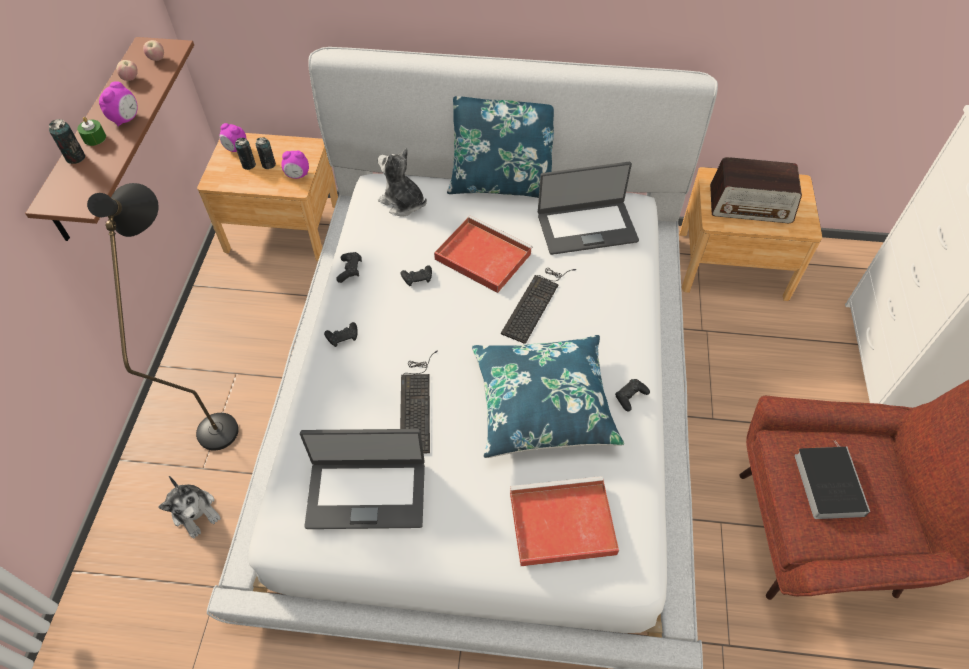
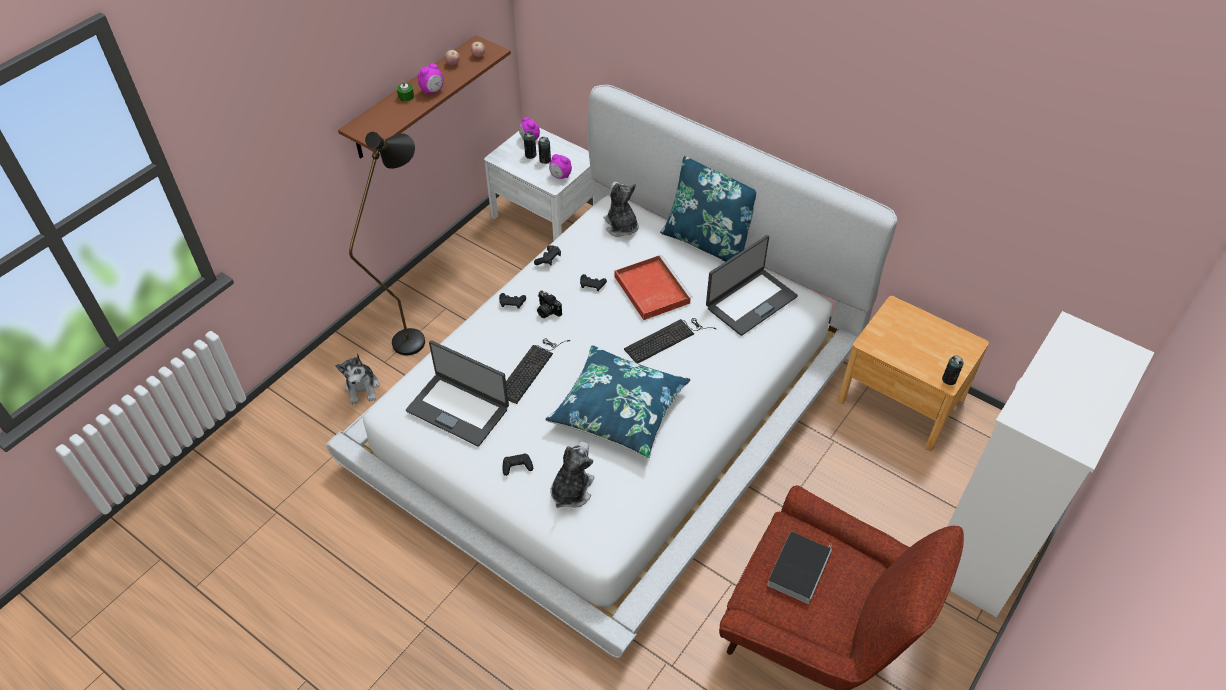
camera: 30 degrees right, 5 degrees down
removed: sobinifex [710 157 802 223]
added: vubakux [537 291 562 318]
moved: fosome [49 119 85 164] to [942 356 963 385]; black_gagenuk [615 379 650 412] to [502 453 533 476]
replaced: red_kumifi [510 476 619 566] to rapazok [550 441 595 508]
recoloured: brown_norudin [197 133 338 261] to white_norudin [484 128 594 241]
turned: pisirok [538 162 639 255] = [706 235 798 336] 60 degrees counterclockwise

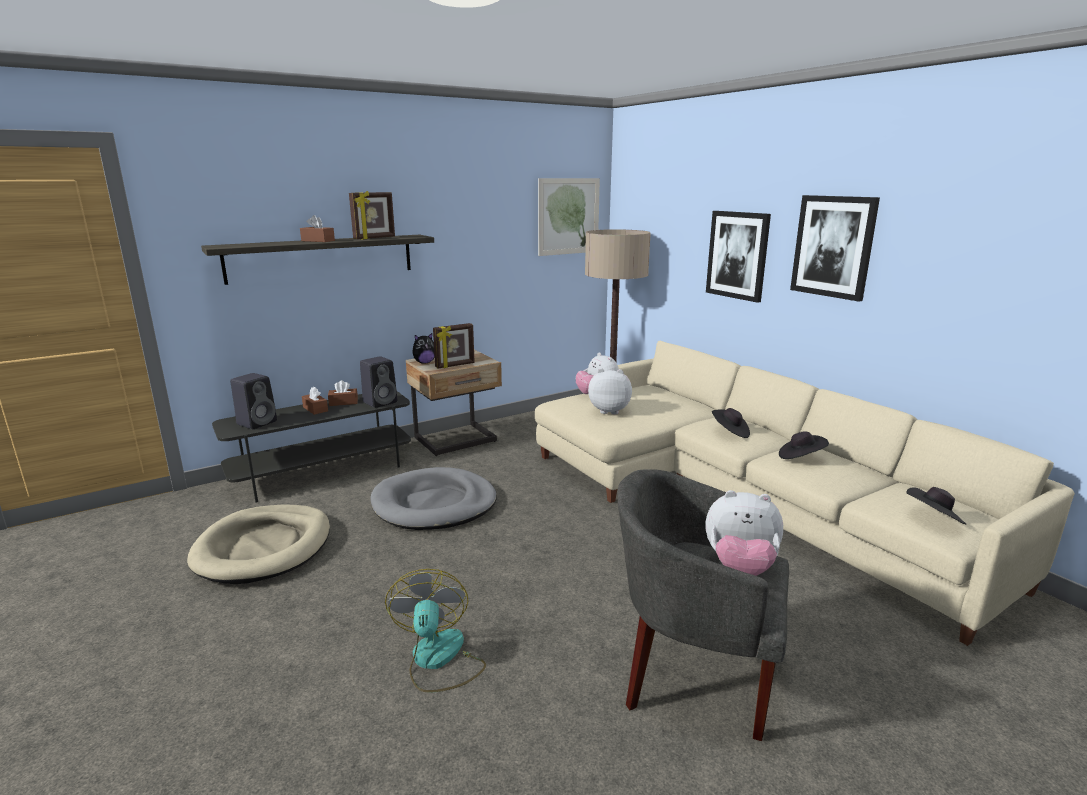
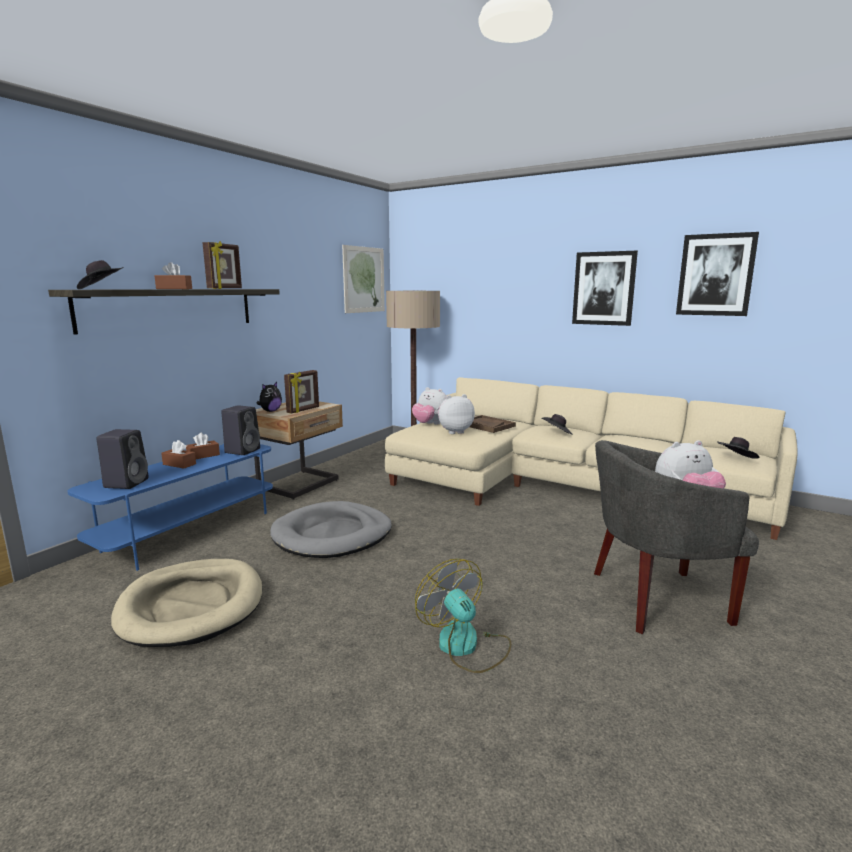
camera: 25 degrees left, 5 degrees down
added: brown_kumifi [470 415 516 433]
moved: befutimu [706 211 771 303] to [676 232 759 316]; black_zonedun [779 431 829 459] to [77 260 124 289]
recoloured: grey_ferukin [212 391 411 503] to blue_ferukin [68 444 273 571]

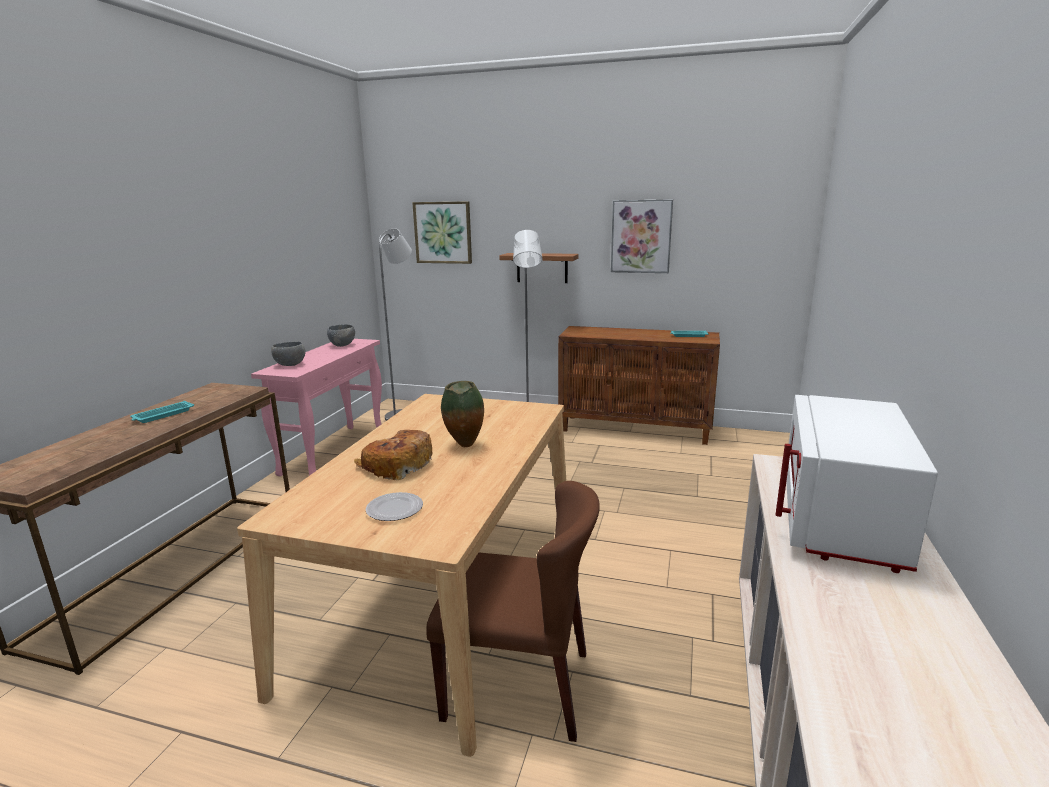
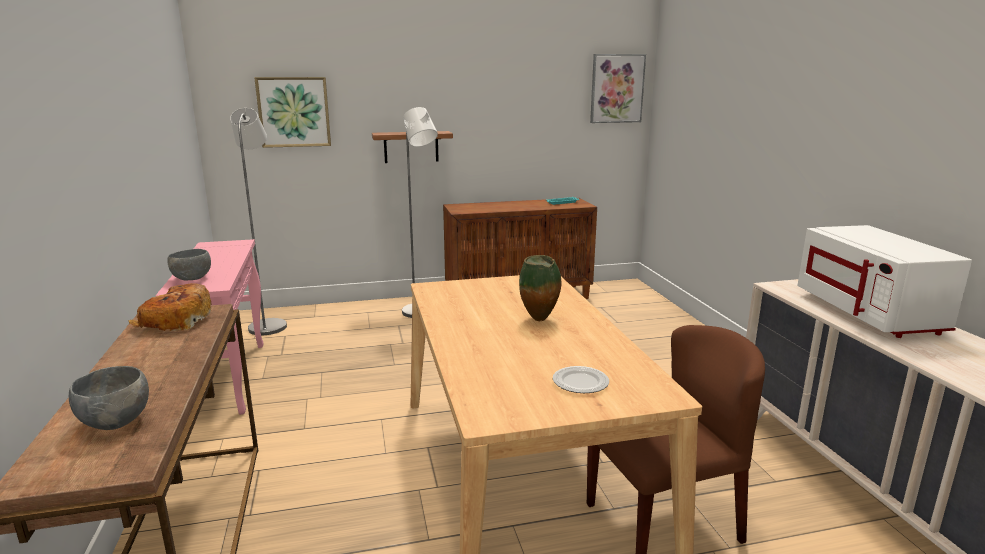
camera: 30 degrees left, 0 degrees up
removed: turquoise_kumifi [130 401 194 423]
moved: befutimu [611 199 673 273] to [590 54 646 123]; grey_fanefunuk [327 324 355 347] to [69 366 149 430]; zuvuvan [354 430 432 480] to [128 283 212 331]

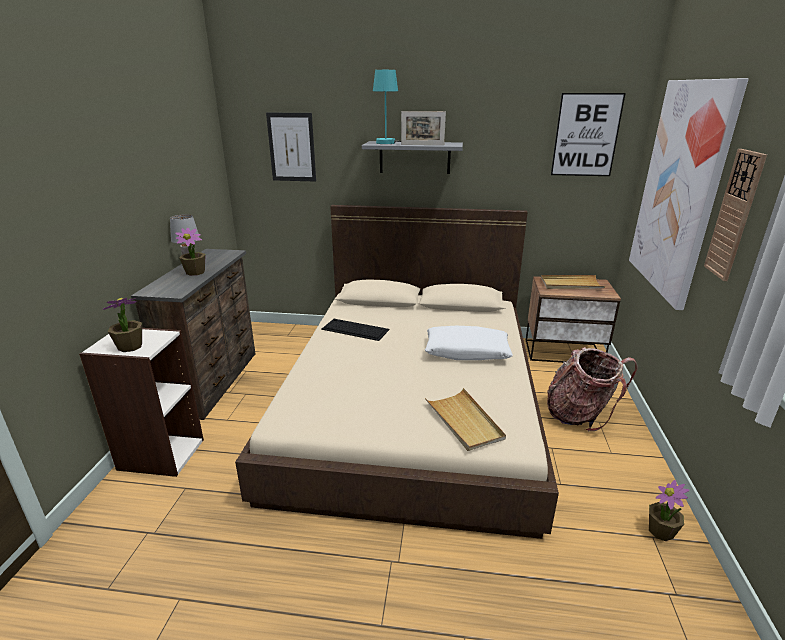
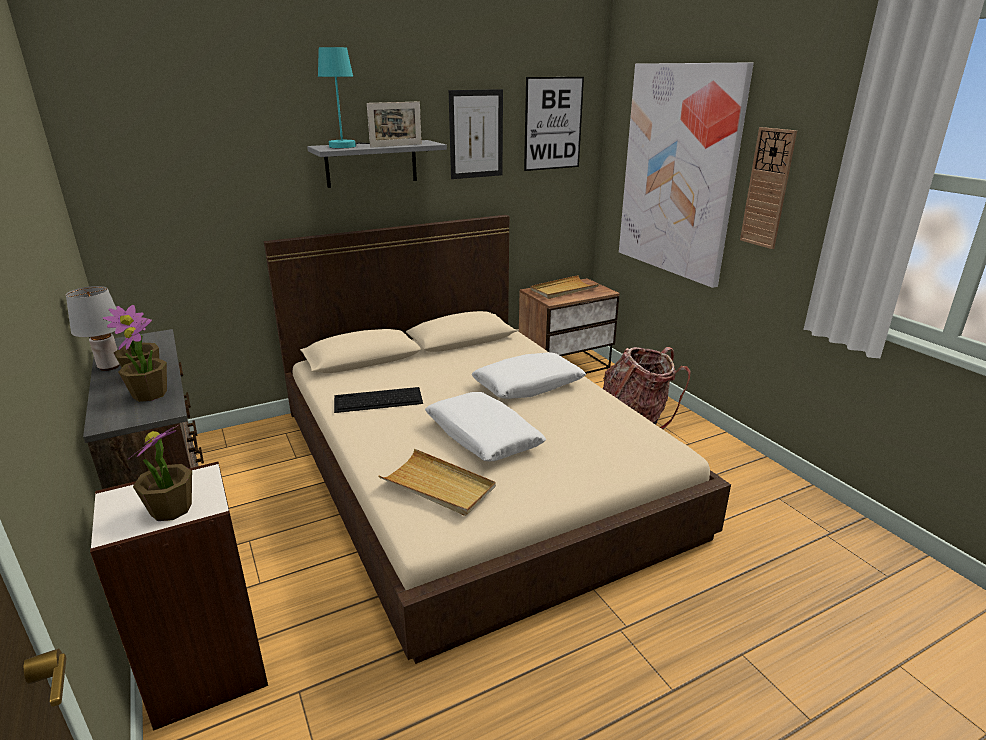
camera: 35 degrees left, 0 degrees up
added: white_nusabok [425 392 546 461]
moved: befutimu [266 113 316 182] to [449 89 503 179]; beige_kumifi [425 388 506 451] to [378 449 496 516]; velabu [649 480 689 541] to [118 319 167 402]

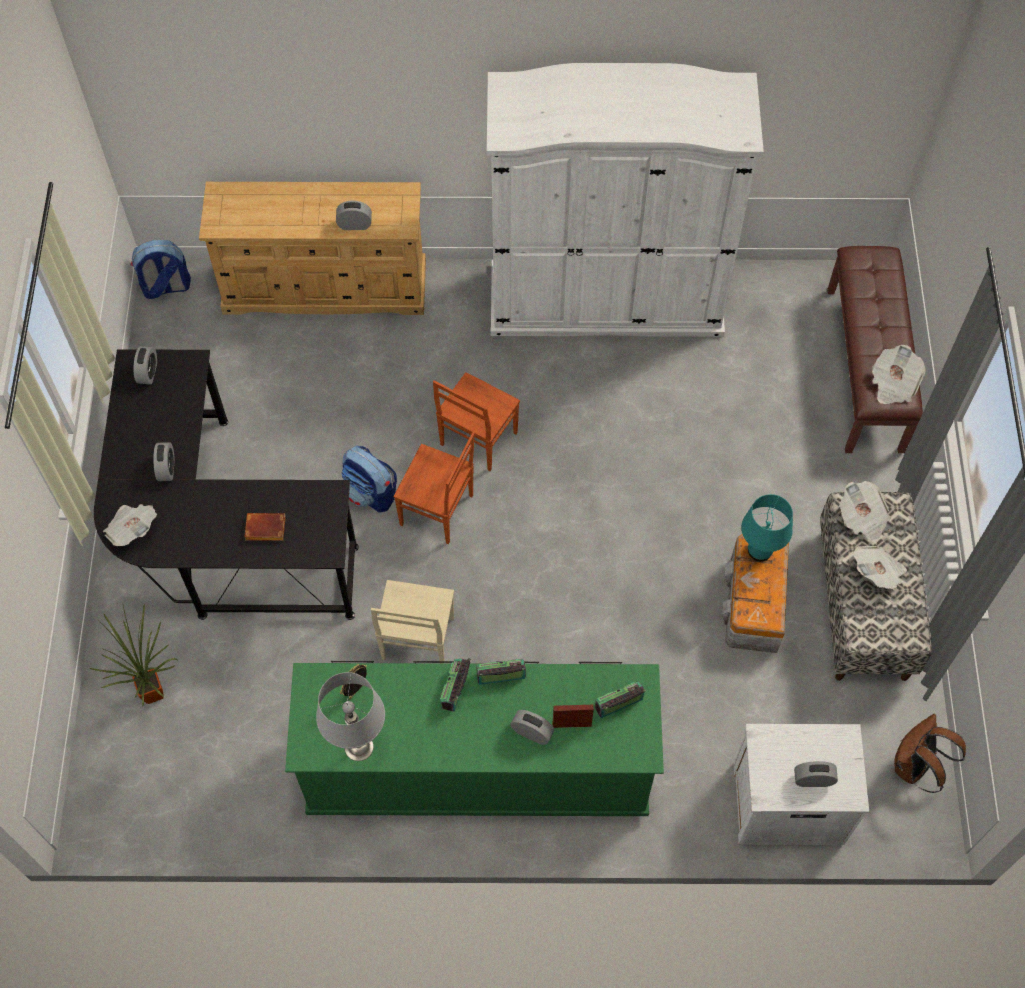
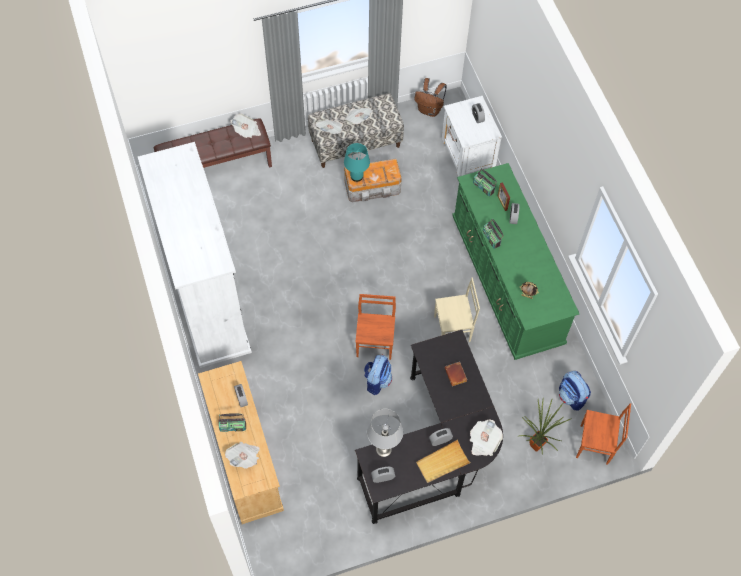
camera: 110 degrees left, 0 degrees up
added: beige_kumifi [416 440 470 483]; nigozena [225 442 260 469]
moved: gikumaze [131 240 191 299] to [559 371 591 411]; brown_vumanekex [433 372 520 471] to [576 403 631 465]; sobinifex [440 658 471 712] to [218 413 246 432]; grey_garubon [316 672 385 761] to [367 409 403 457]

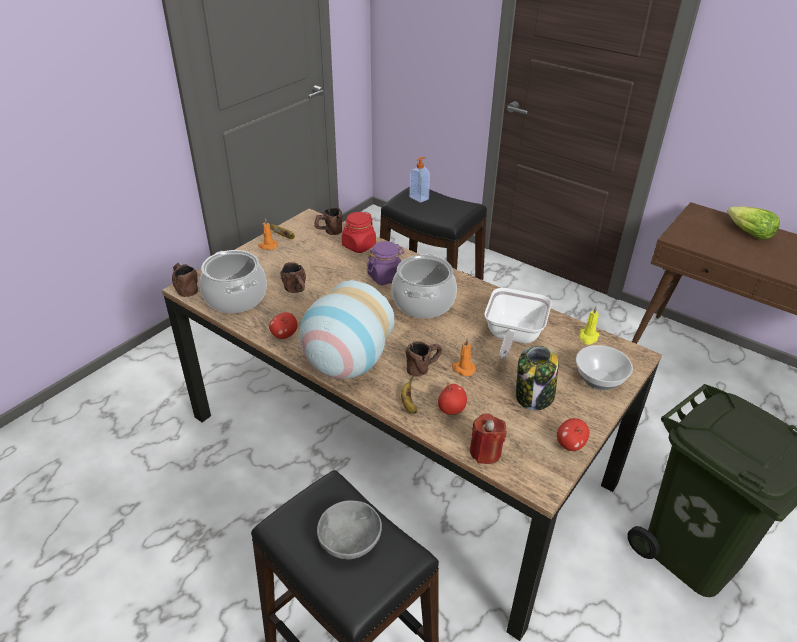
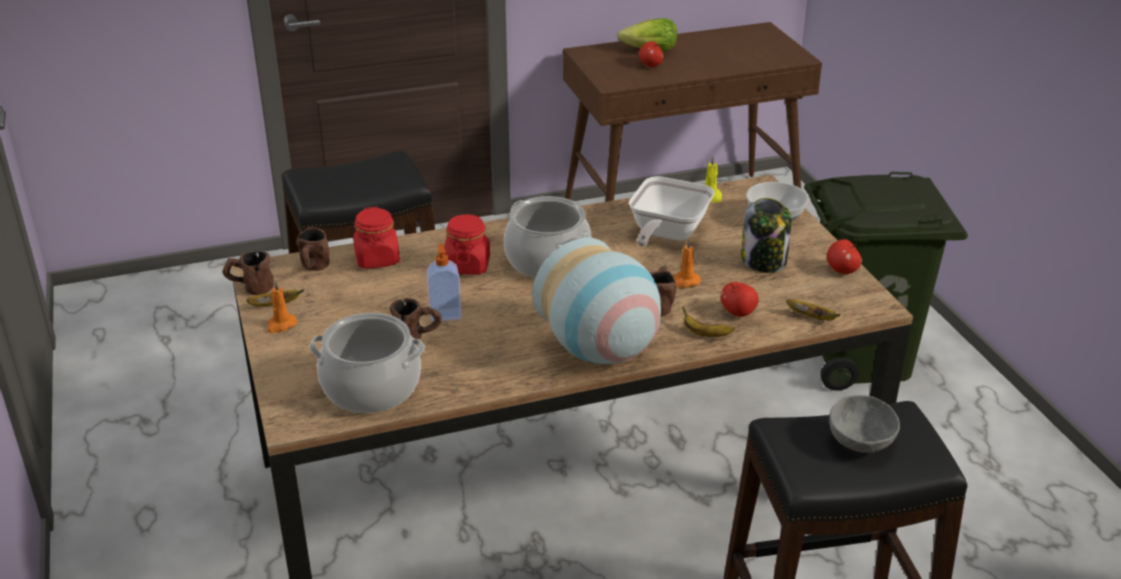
camera: 55 degrees left, 5 degrees down
moved: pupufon [409 157 430 203] to [427 244 462 322]; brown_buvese [172 263 198 297] to [222 251 274 295]; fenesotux [269 312 297 339] to [639 41 663 67]
replaced: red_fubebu [470 413 507 464] to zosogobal [786 299 841 320]
recoloured: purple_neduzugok [367 241 404 285] to red_neduzugok [444 214 490 275]
turned: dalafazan [485 288 551 359] = [629 176 715 247] 60 degrees clockwise

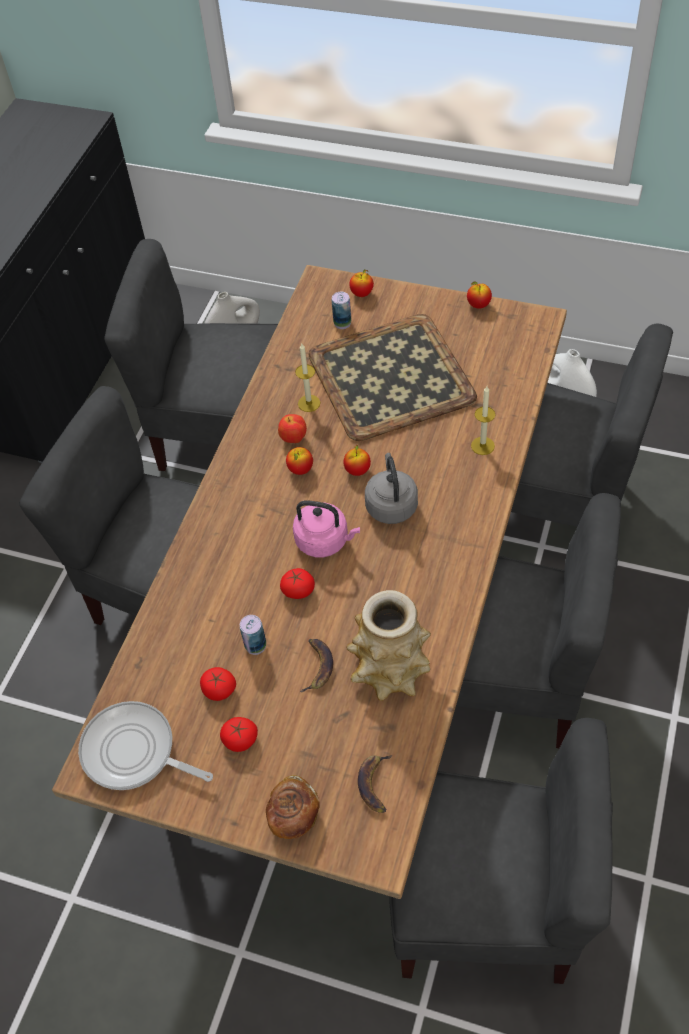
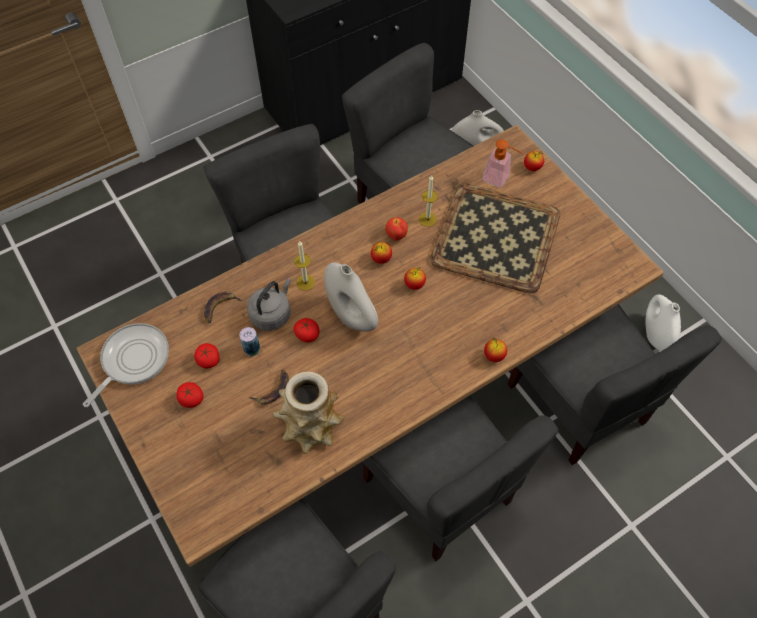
camera: 35 degrees right, 5 degrees up
removed: zuvuvan [266 775 320 839]
moved: fenesotux [467 281 492 309] to [484 338 507 362]; fubebu [471 386 496 455] to [294 241 315 291]; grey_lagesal [365 453 418 524] to [247 278 291 331]; zosogobal [358 755 392 813] to [204 291 243 323]
replaced: fosome [332 292 351 329] to pupufon [483 140 522 187]; pink_lagesal [293 500 360 558] to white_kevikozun [324 263 378 332]
turned: dalafazan [78 701 213 790] = [83 323 169 407] 60 degrees clockwise

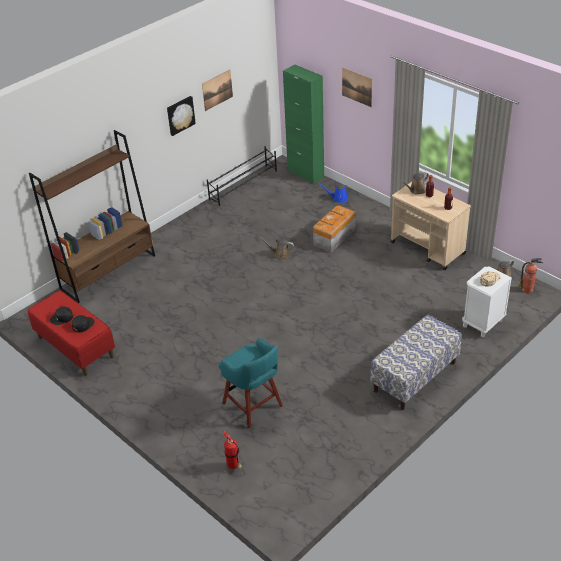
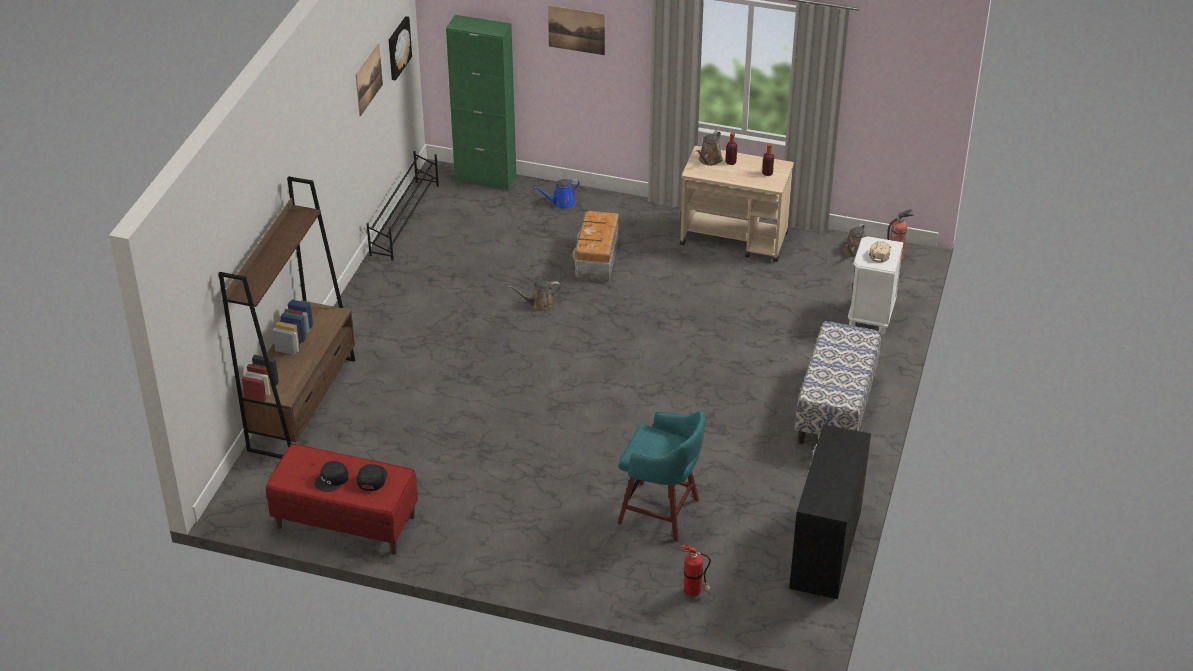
camera: 30 degrees left, 0 degrees up
added: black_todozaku [789 424 871 599]
moved: befutimu [167 96 196 136] to [389 16 412 81]

